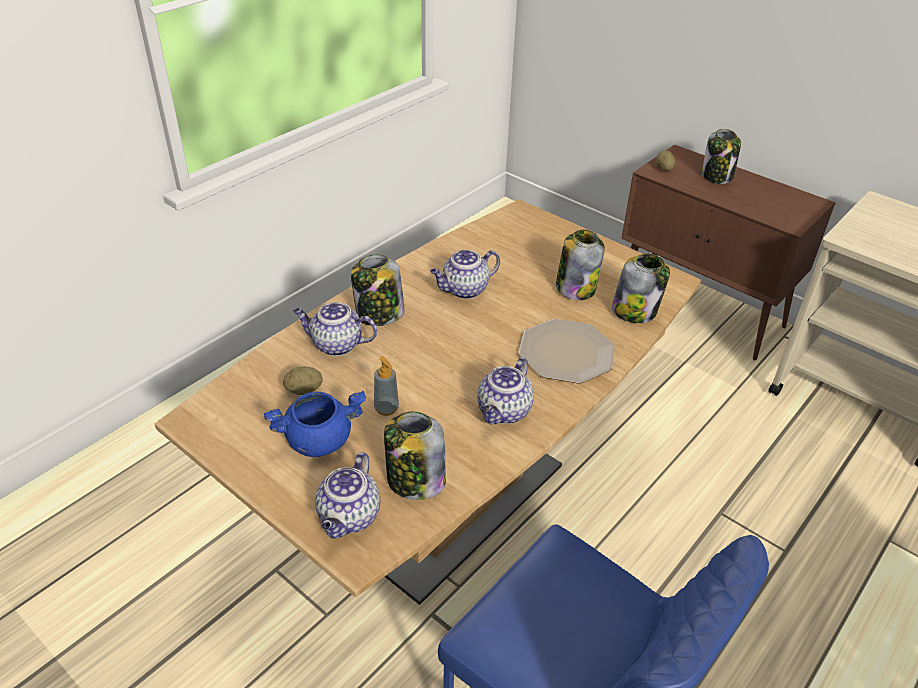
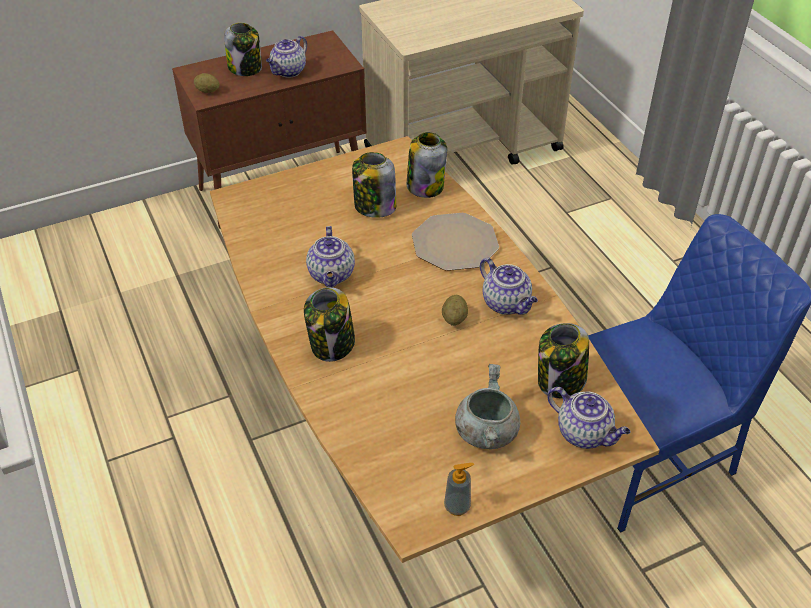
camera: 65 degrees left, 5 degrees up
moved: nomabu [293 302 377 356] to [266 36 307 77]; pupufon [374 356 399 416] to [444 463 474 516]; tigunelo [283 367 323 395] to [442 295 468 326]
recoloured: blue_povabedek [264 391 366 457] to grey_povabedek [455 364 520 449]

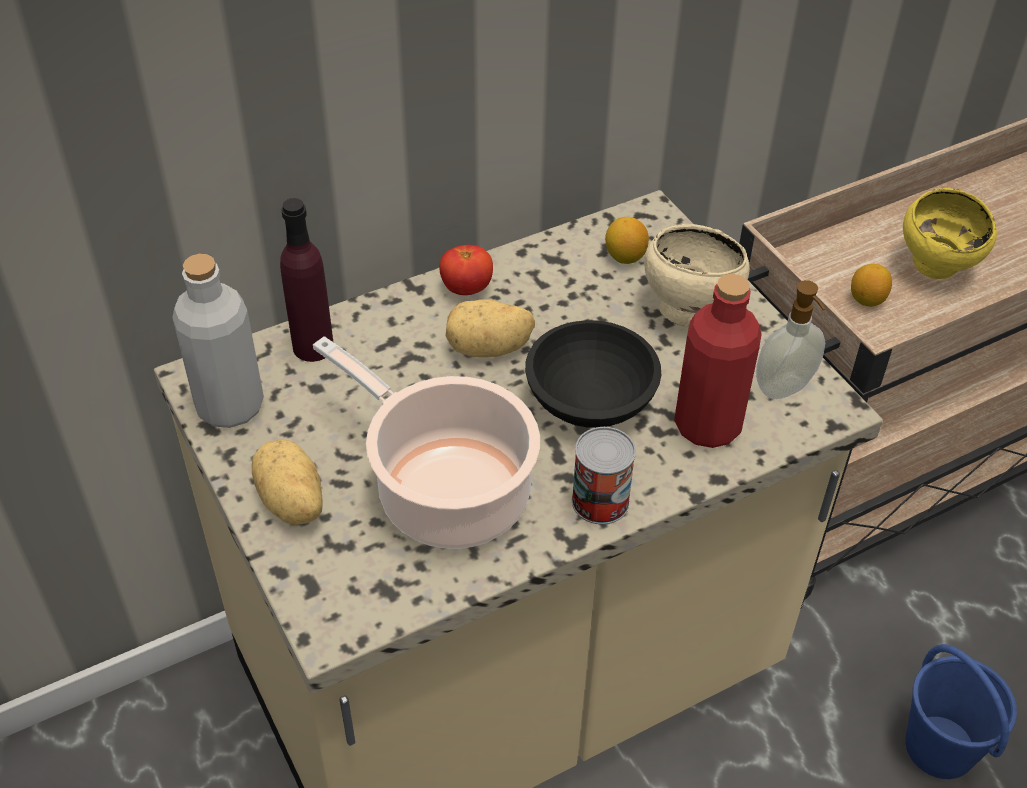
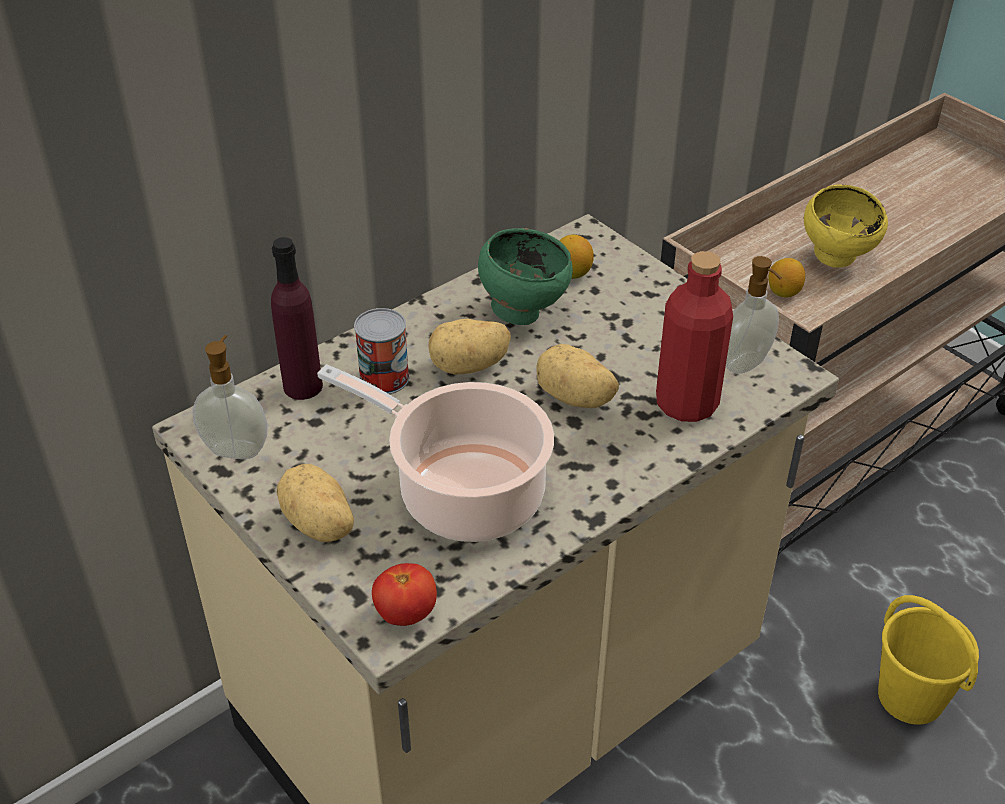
camera: 10 degrees left, 5 degrees down
removed: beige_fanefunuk [644 224 750 327]
added: green_fanefunuk [478 228 573 325]
moved: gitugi [439 245 493 295] to [372 563 437 626]; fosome [572 427 636 524] to [354 308 409 394]
replaced: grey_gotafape [172 254 264 428] to pupufon [192 335 267 459]; black_fanefunuk [525 320 661 428] to tigunelo [536 344 619 408]
recoloured: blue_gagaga [905 644 1017 779] to yellow_gagaga [878 595 979 725]

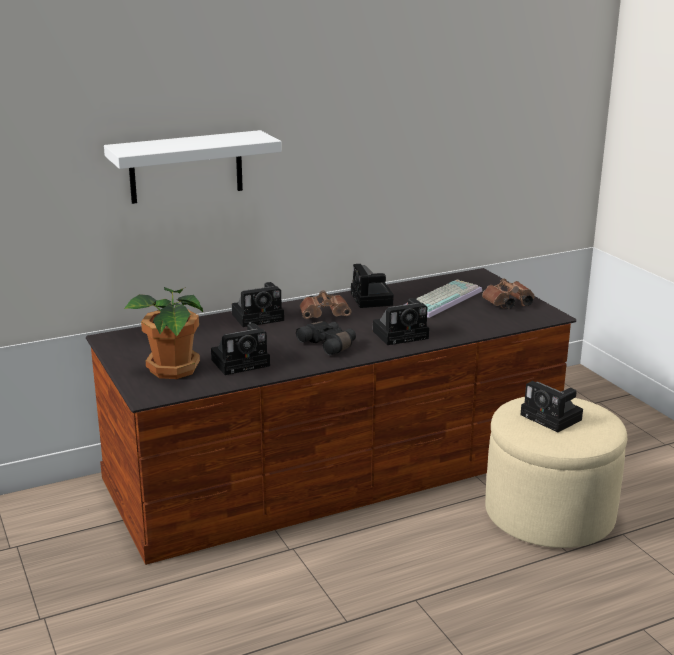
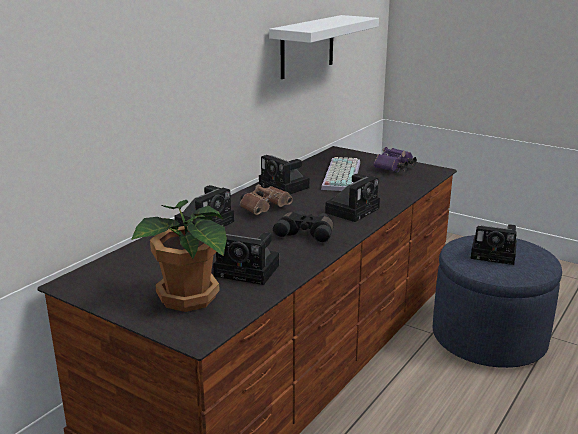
camera: 30 degrees left, 0 degrees up
moved: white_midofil [104 130 282 204] to [269 15 379 79]
recoloured: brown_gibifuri [482 278 535 309] to purple_gibifuri [374 147 417 172]; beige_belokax [485 397 627 548] to blue_belokax [433 235 562 368]
turned: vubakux [211 323 270 375] = [213 232 279 285] 75 degrees clockwise

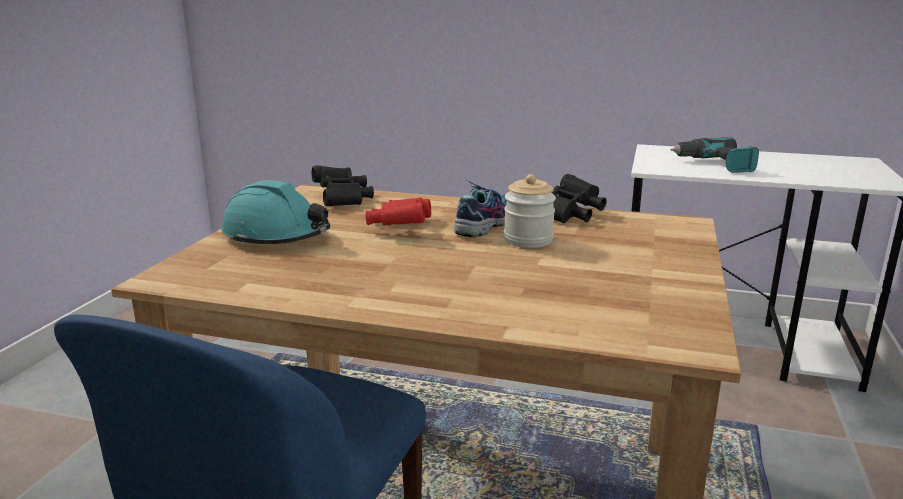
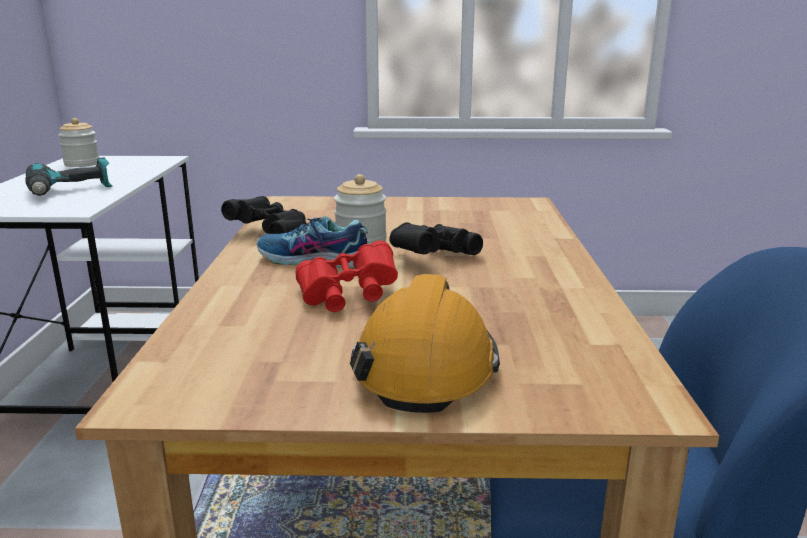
camera: 105 degrees left, 0 degrees up
added: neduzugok [58 118 99 167]
moved: black_gibifuri [312 165 374 206] to [390 222 483 255]
recoloured: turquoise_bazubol [221 180 330 246] to orange_bazubol [350 274 500 413]

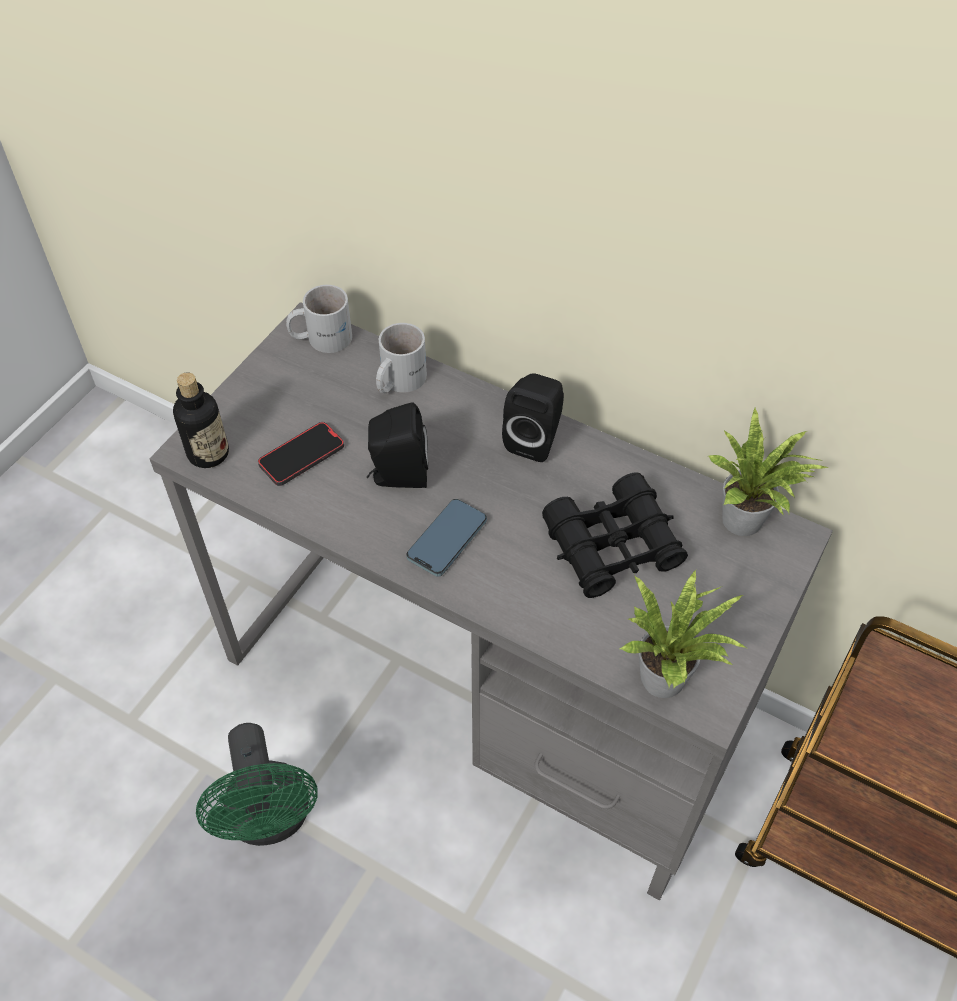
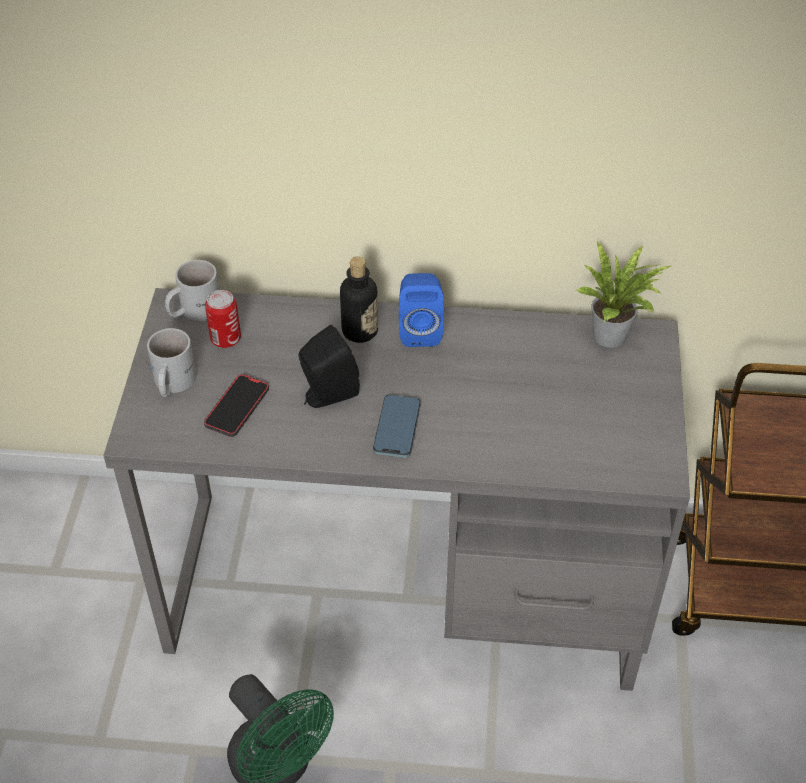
camera: 25 degrees left, 5 degrees down
removed: black_gibifuri [542 472 688 598]; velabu [620 569 746 698]
added: fosome [205 290 241 348]
moved: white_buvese [376 323 427 394] to [147 328 196 397]; gotafape [173 372 229 468] to [340 257 378 343]
recoloured: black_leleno [502 373 564 462] to blue_leleno [399 273 444 347]

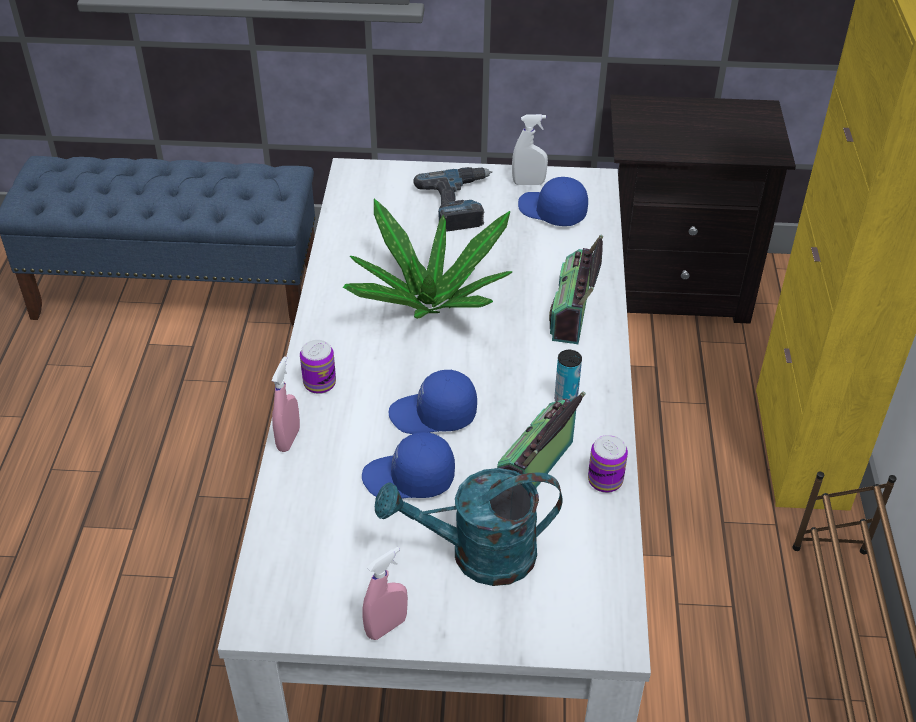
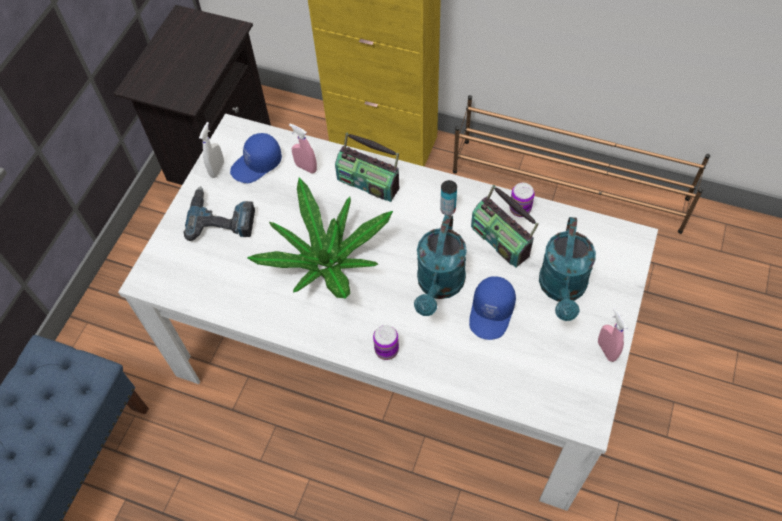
camera: 70 degrees left, 15 degrees up
moved: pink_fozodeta [271 356 300 452] to [289 123 317 174]
replaced: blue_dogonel [389 369 477 434] to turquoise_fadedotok [414 214 467 316]

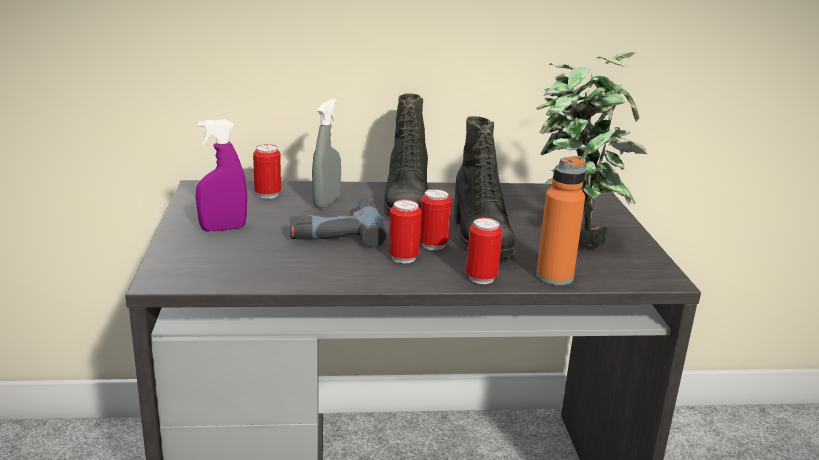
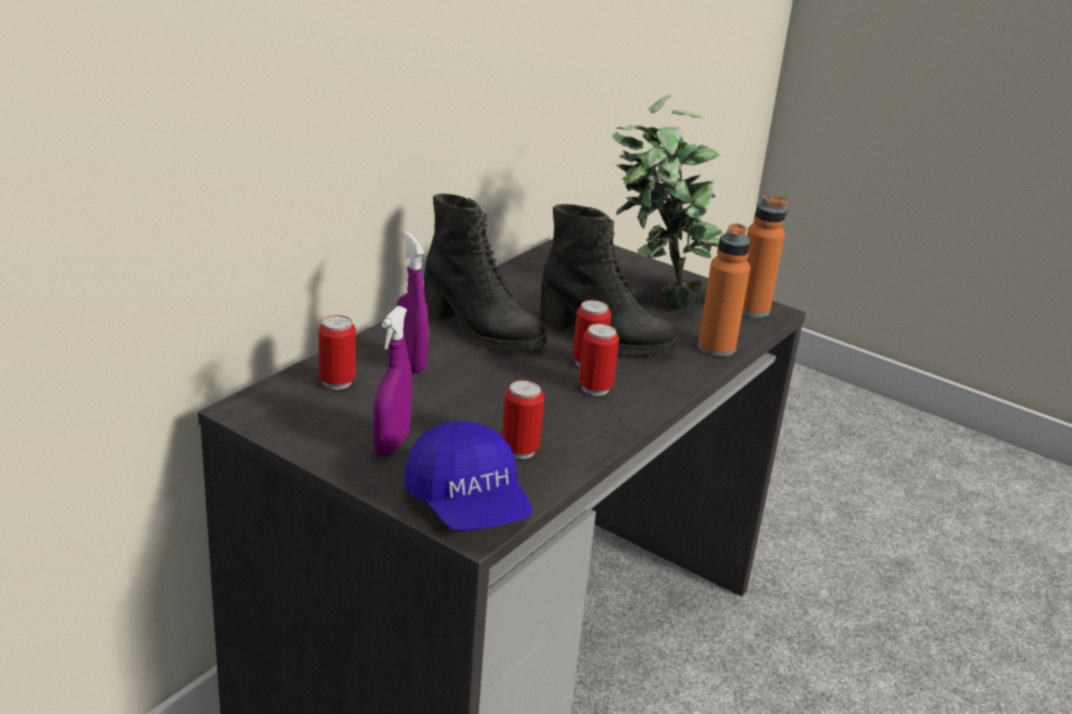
camera: 50 degrees left, 5 degrees up
removed: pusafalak [290 198 386 247]
added: orange_gotafape [742 195 788 318]; blue_dogonel [404 421 533 531]
moved: fosome [466 218 502 284] to [502 380 544 459]
recoloured: grey_fozodeta [312 99 341 208] to purple_fozodeta [396 231 429 373]

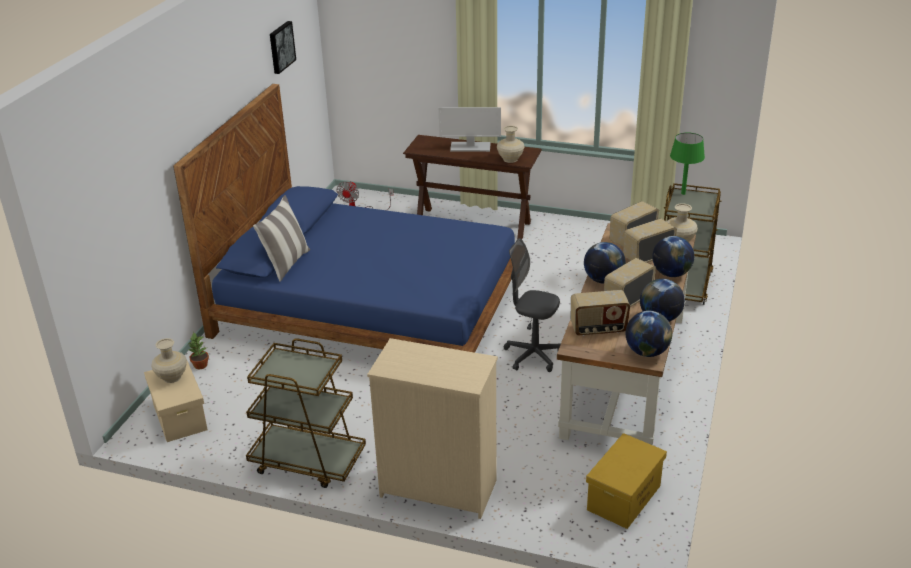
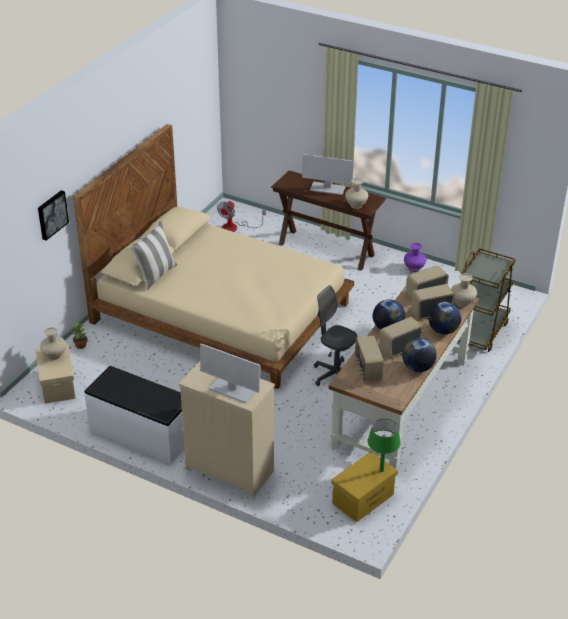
camera: 10 degrees right, 5 degrees up
removed: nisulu [626 311 672 357]
added: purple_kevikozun [404 243 426 272]; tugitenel [200 344 261 403]
moved: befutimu [270 21 296 74] to [38 190 69 241]; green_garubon [670 133 705 195] to [367 419 401 472]
replaced: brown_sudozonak [246 338 366 488] to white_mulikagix [84 366 185 464]
recoloured: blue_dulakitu [173 84 515 353] to beige_dulakitu [73 124 354 389]
turned: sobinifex [571 290 630 336] = [355 335 384 381] 75 degrees clockwise

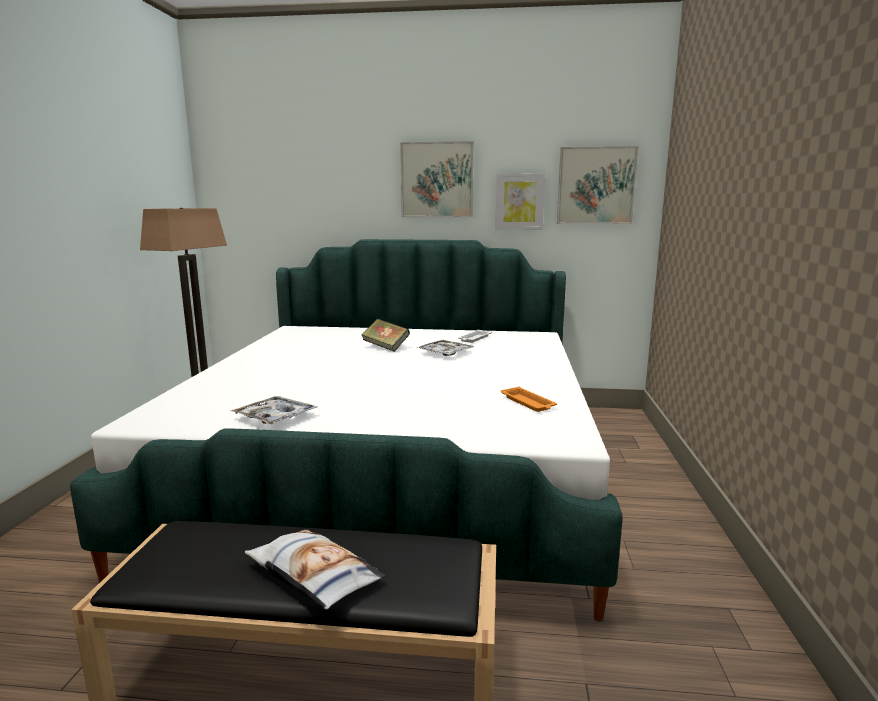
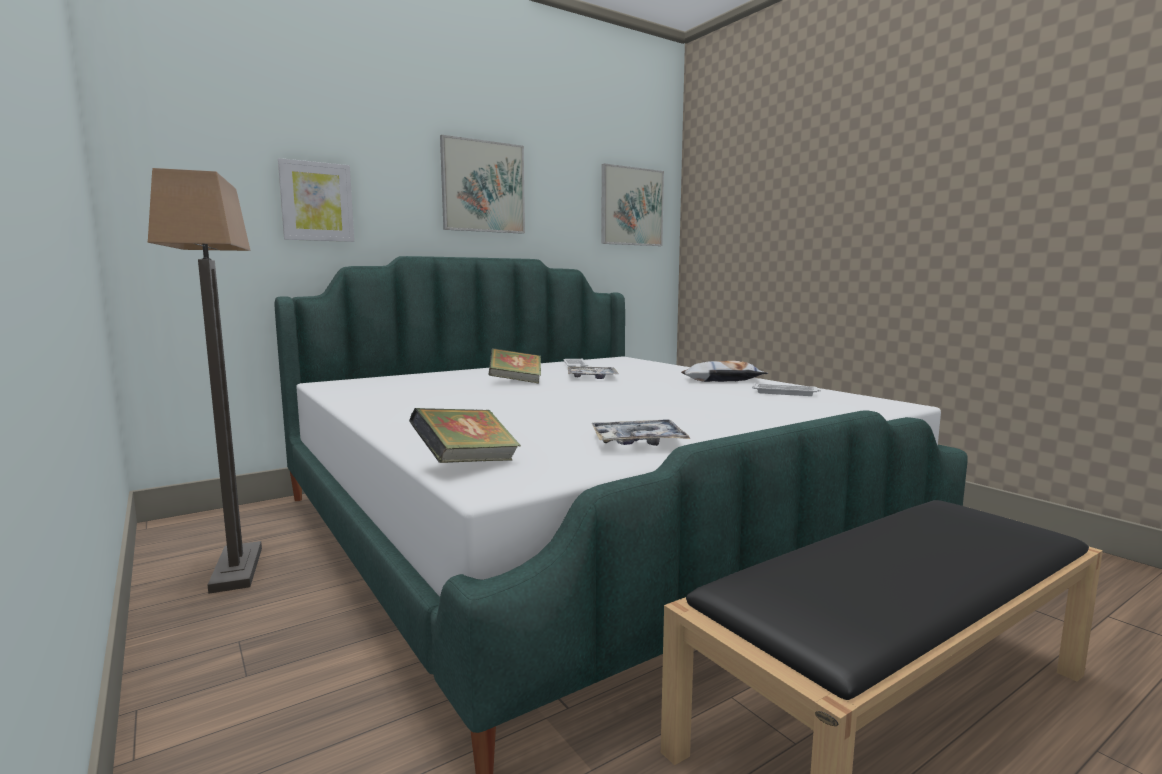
camera: 40 degrees left, 5 degrees down
added: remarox [409 408 521 463]
moved: befutimu [495 173 545 230] to [278 158 354 242]; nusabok [245 530 385 610] to [681 361 768 382]
recoloured: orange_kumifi [501 387 557 412] to white_kumifi [752 383 821 396]

